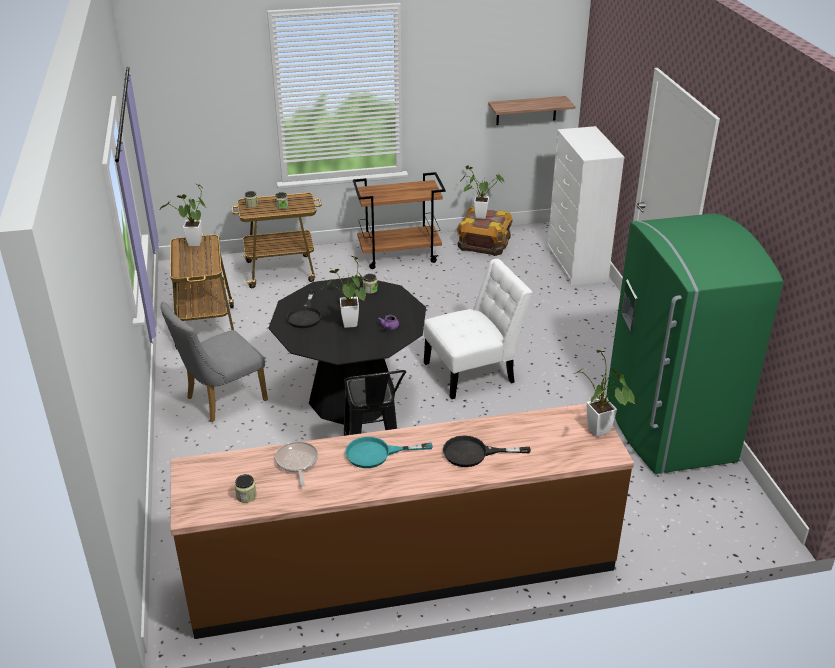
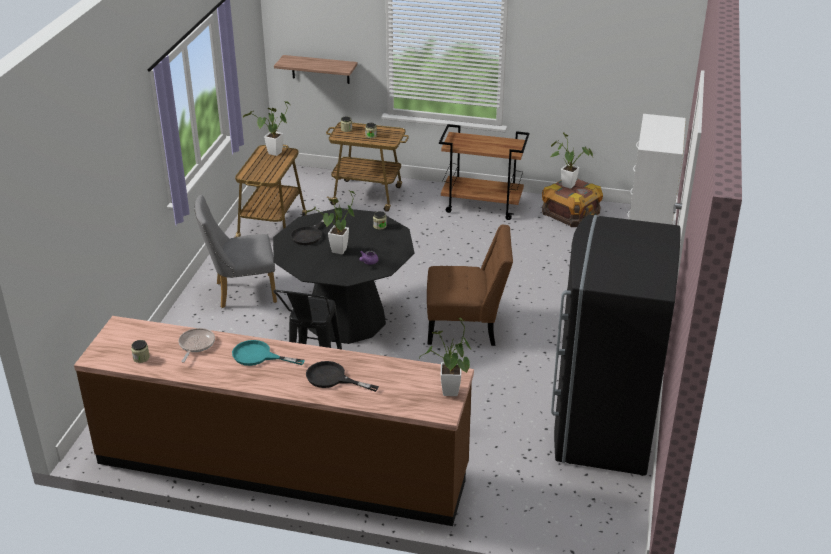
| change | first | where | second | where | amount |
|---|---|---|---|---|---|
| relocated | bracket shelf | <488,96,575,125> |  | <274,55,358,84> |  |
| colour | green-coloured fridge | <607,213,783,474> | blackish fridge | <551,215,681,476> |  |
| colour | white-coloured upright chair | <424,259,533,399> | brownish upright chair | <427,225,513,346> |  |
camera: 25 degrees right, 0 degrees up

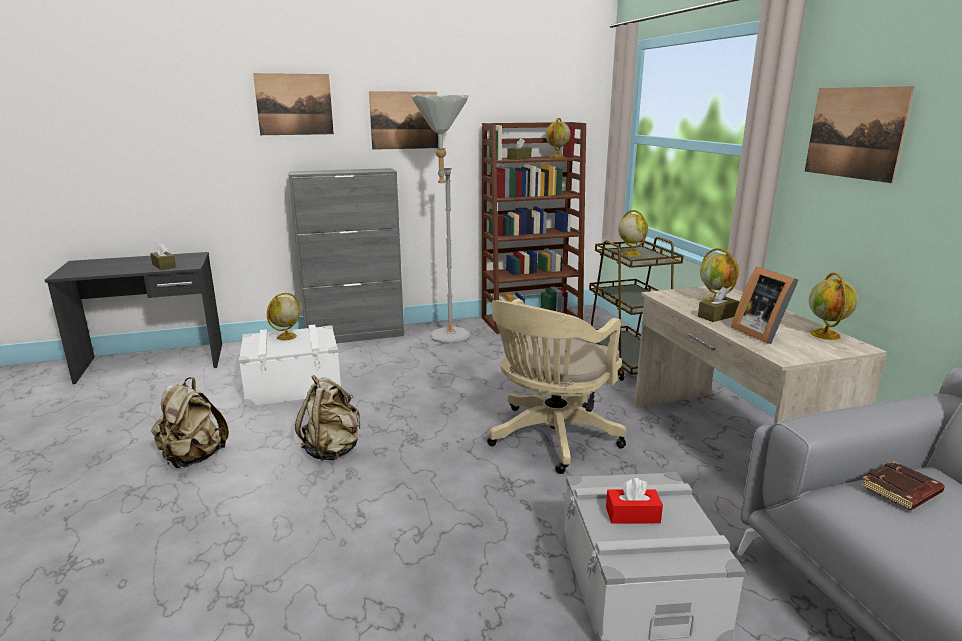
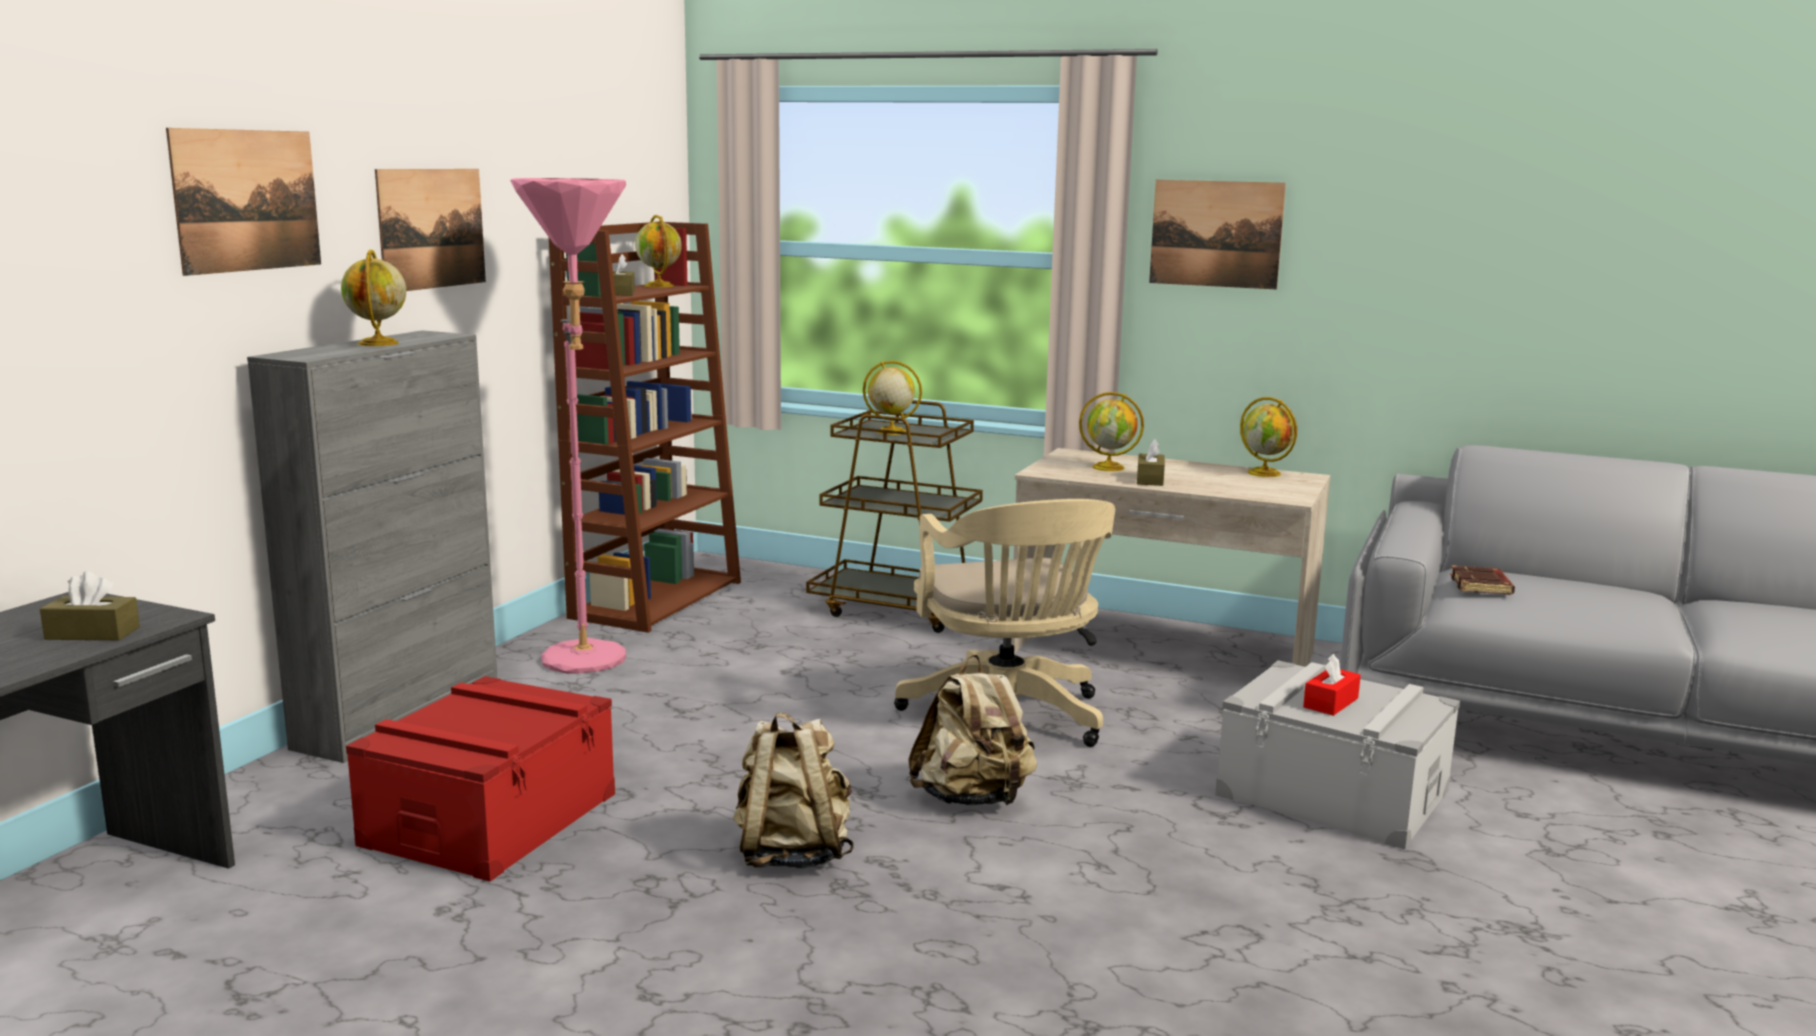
| change | first | where | second | where | amount |
|---|---|---|---|---|---|
| colour | greyish floor lamp | <411,95,471,344> | pink-coloured floor lamp | <510,178,626,674> |  |
| missing | photo frame | <731,267,799,344> |  |  |  |
| relocated | globe | <267,293,300,341> |  | <341,249,406,346> |  |
| colour | white-coloured storage bin | <239,325,341,407> | red-coloured storage bin | <346,676,615,882> |  |
| relocated | beige knapsack | <151,377,229,468> |  | <908,654,1037,805> |  |
camera: 50 degrees left, 5 degrees down

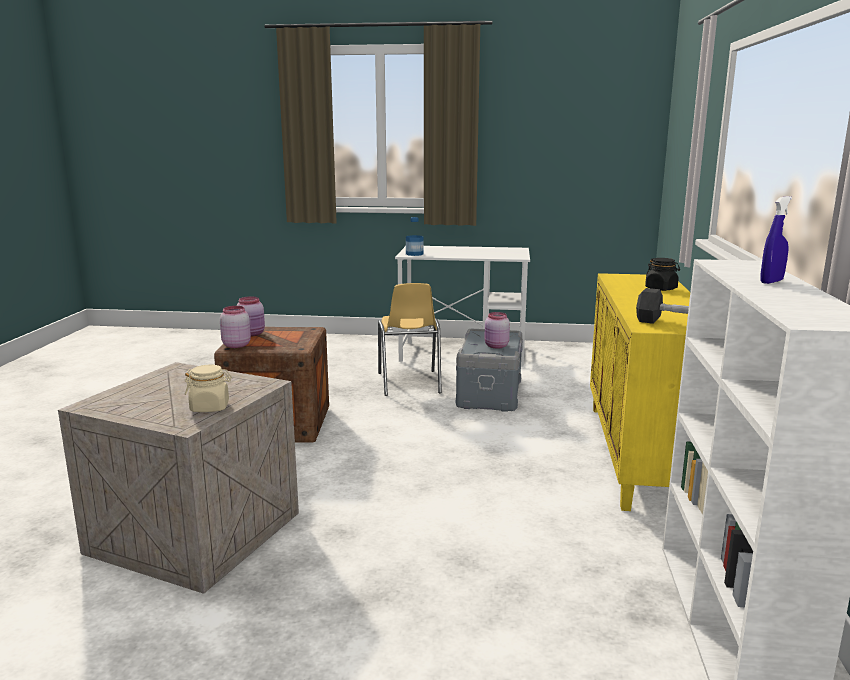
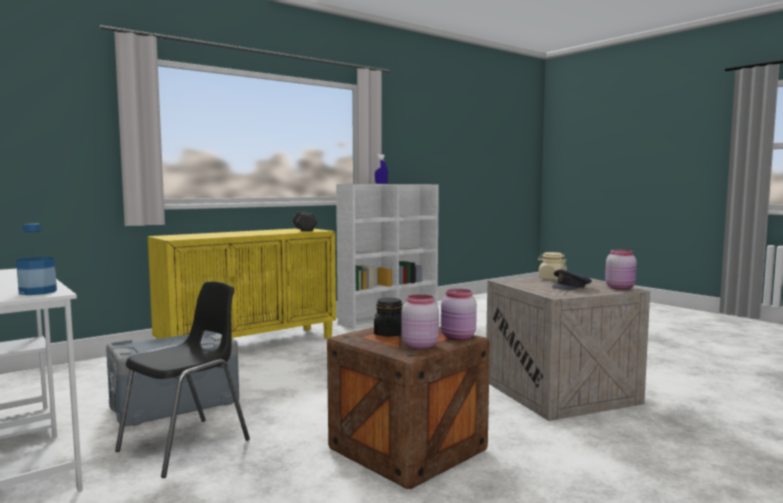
| change | first | where | second | where | amount |
|---|---|---|---|---|---|
| relocated | blackish preserve jar | <645,258,680,291> |  | <374,298,403,336> |  |
| colour | yellow upright chair | <378,283,442,396> | blackish upright chair | <115,281,250,478> |  |
| relocated | pink-coloured preserve jar | <484,312,510,349> |  | <605,249,637,290> |  |
| appeared |  |  | greyish peaked cap | <552,269,592,290> |  |
camera: 135 degrees left, 10 degrees down

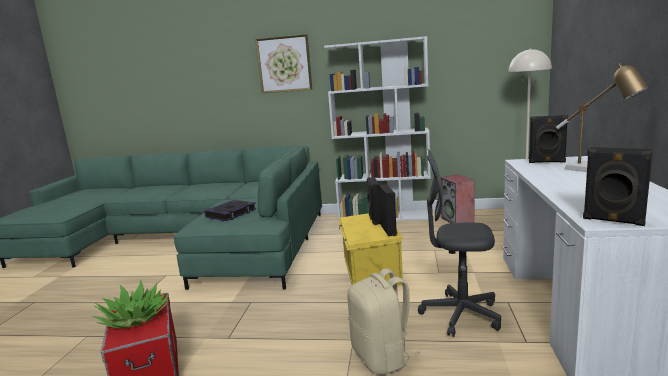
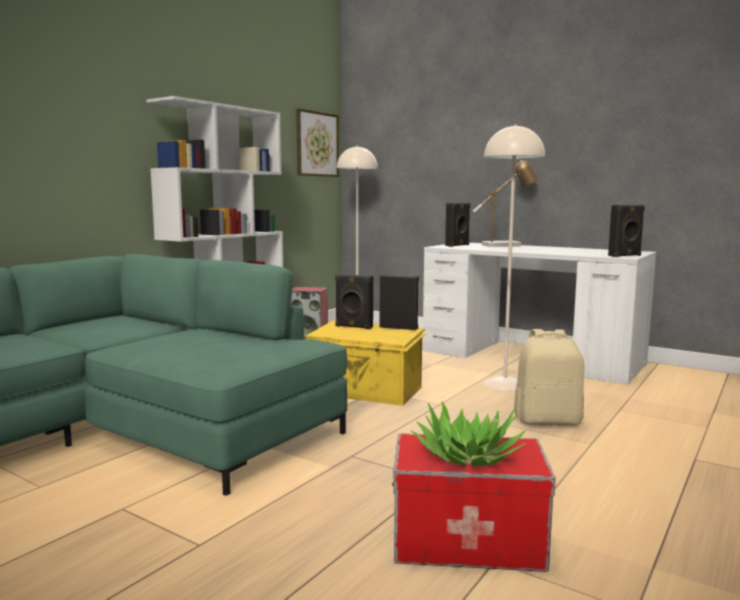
| change | first | where | second | where | amount |
|---|---|---|---|---|---|
| relocated | picture | <255,34,312,93> |  | <296,108,339,177> |  |
| exchanged | greyish office chair | <418,149,501,337> | beige floor lamp | <484,124,545,391> |  |
| missing | book | <204,200,256,221> |  |  |  |
camera: 65 degrees left, 5 degrees down

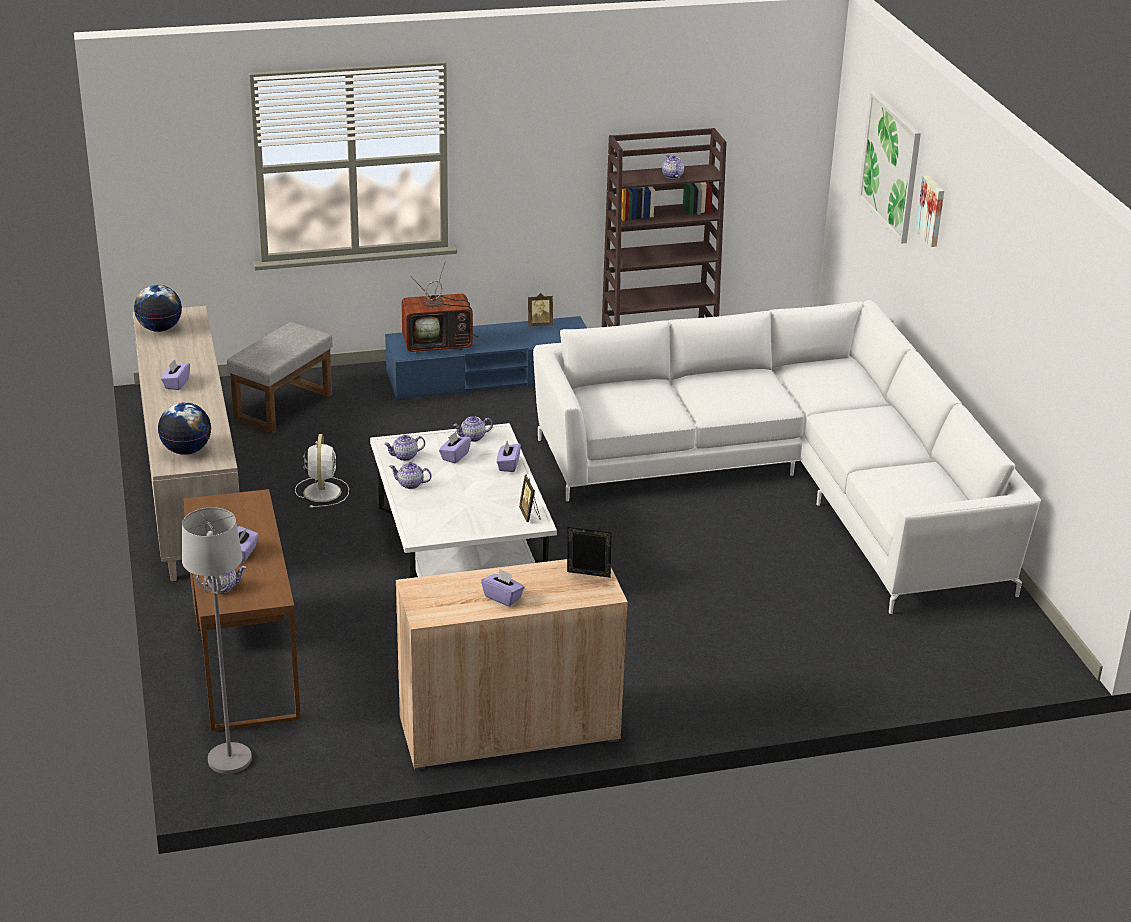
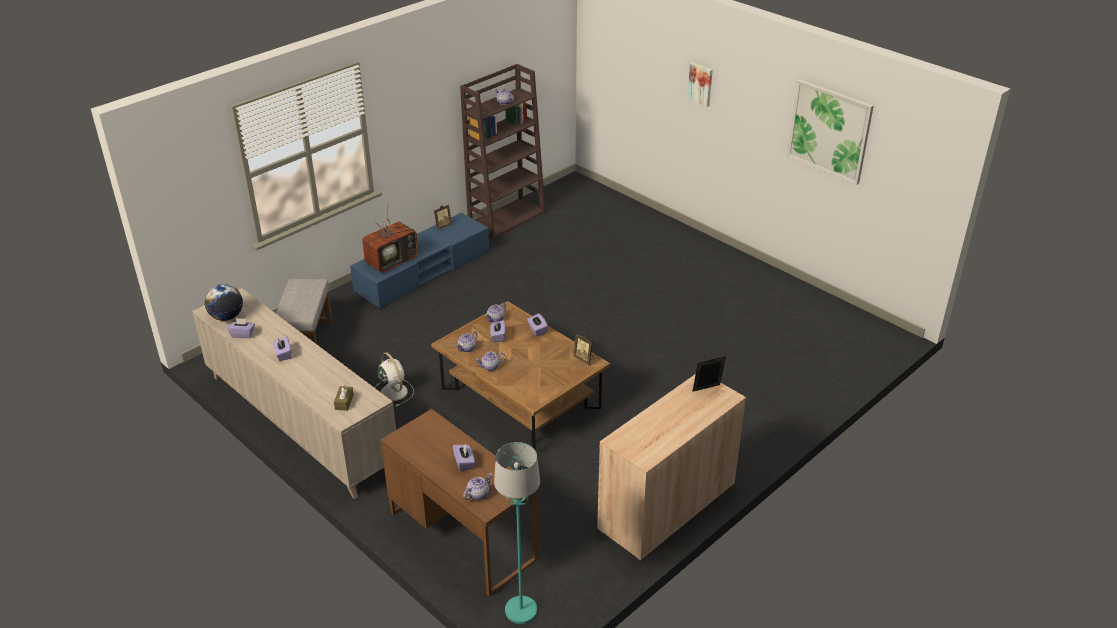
| change | first | where | second | where | amount |
|---|---|---|---|---|---|
| relocated | picture | <858,91,921,244> |  | <787,79,874,185> |  |
| missing | white-coloured sofa | <533,300,1040,614> |  |  |  |
| exchanged | globe | <158,402,211,455> | brownish tissue box | <334,385,354,411> |  |
| colour | white-coloured lounge table | <370,423,557,578> | brownish lounge table | <431,301,610,449> |  |
| colour | greyish floor lamp | <182,507,252,774> | turquoise floor lamp | <494,442,540,624> |  |
| relocated | purplish tissue box | <481,569,525,607> |  | <227,318,255,338> |  |
camera: 30 degrees left, 5 degrees up

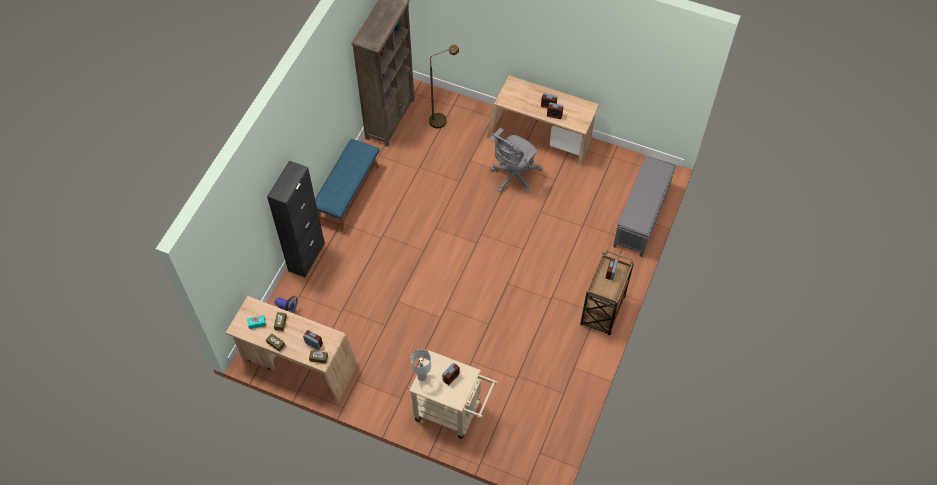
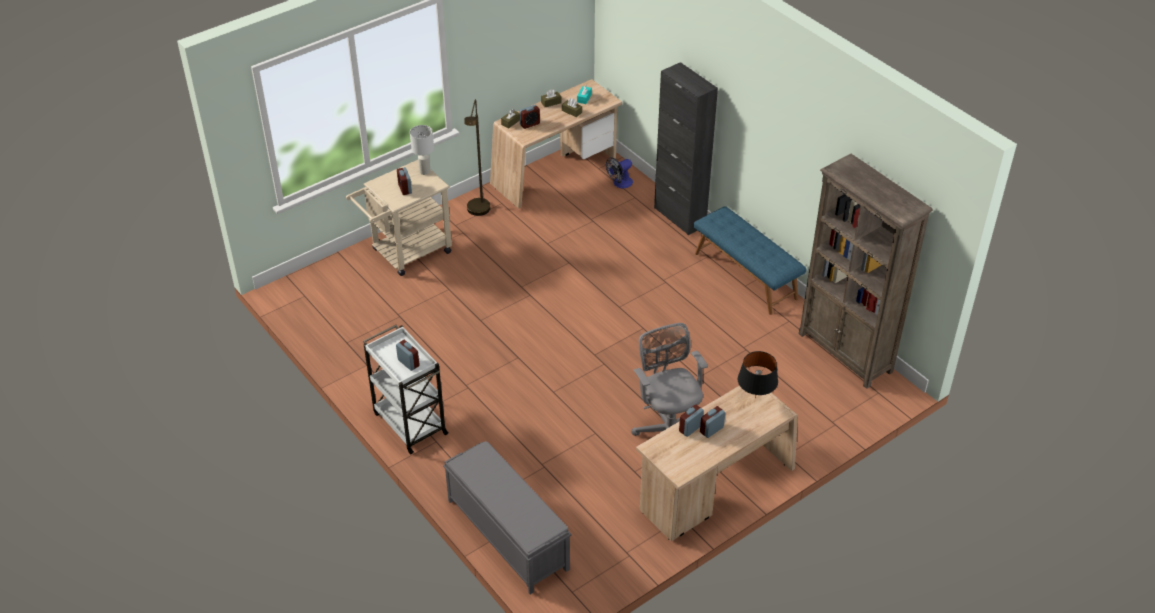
| change | first | where | second | where | amount |
|---|---|---|---|---|---|
| relocated | brownish floor lamp | <429,45,459,128> |  | <464,99,490,216> |  |
| colour | brownish cart | <580,250,634,335> | white-coloured cart | <363,325,449,454> |  |
| appeared |  |  | blackish tabletop lamp | <738,351,778,399> |  |
camera: 120 degrees right, 15 degrees down

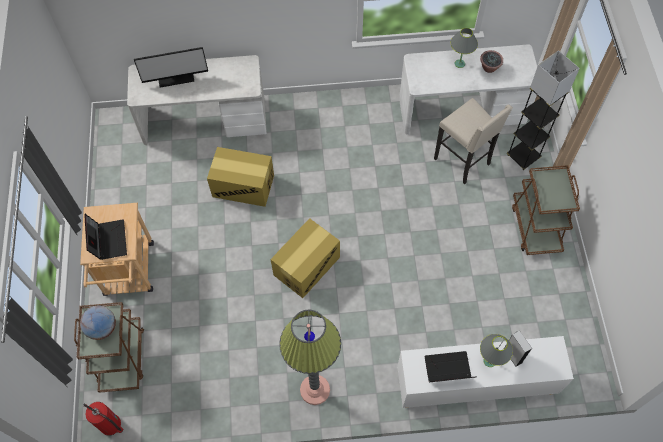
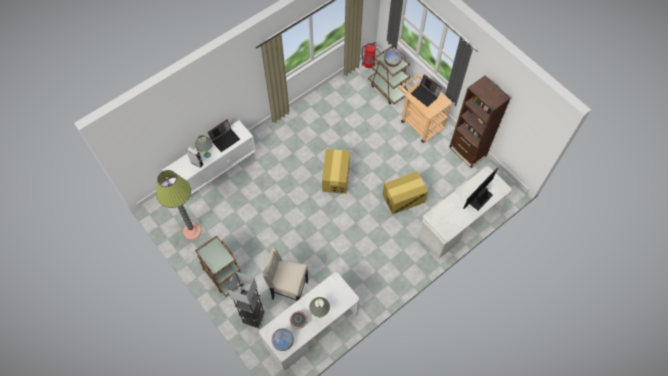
| change | first | where | second | where | amount |
|---|---|---|---|---|---|
| relocated | floor lamp | <279,310,341,405> |  | <156,170,201,240> |  |
| appeared |  |  | brownish shelving unit | <449,75,511,168> |  |
| appeared |  |  | globe | <272,328,294,351> |  |
camera: 145 degrees right, 0 degrees up

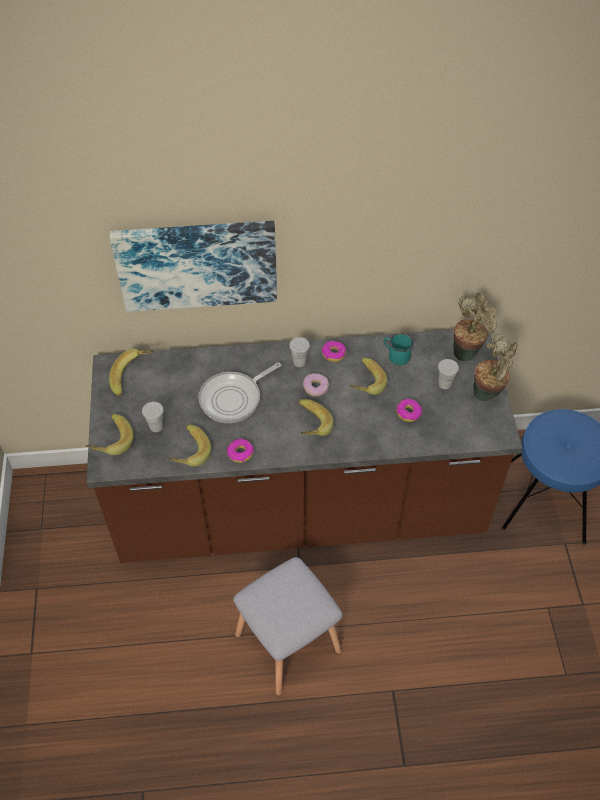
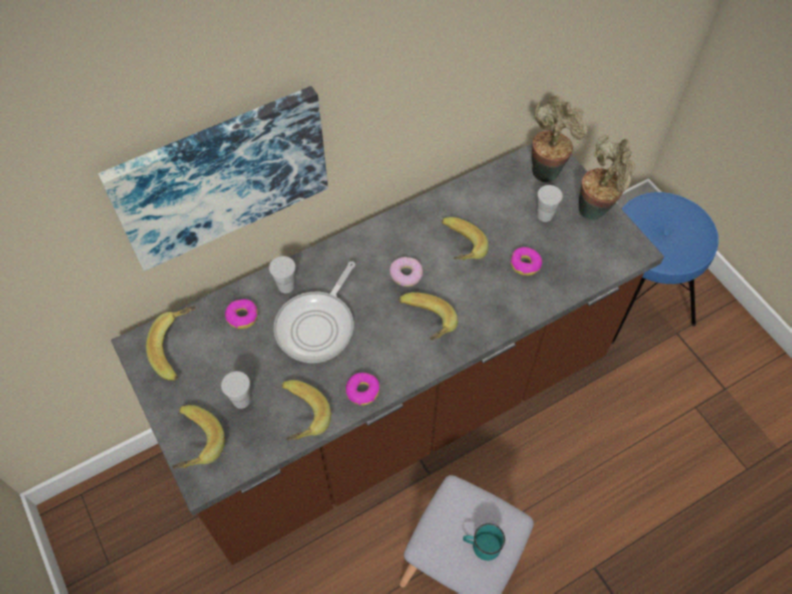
| change | first | where | second | where | amount |
|---|---|---|---|---|---|
| relocated | turquoise coffee mug | <384,333,413,365> |  | <463,523,505,561> |  |
| relocated | white-coloured drinking cup | <289,337,310,367> |  | <269,256,296,293> |  |
| relocated | ring doughnut | <321,341,346,362> |  | <225,299,258,329> |  |
camera: 25 degrees left, 5 degrees up

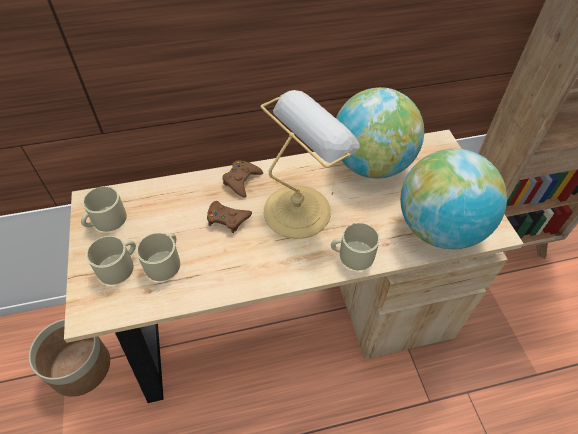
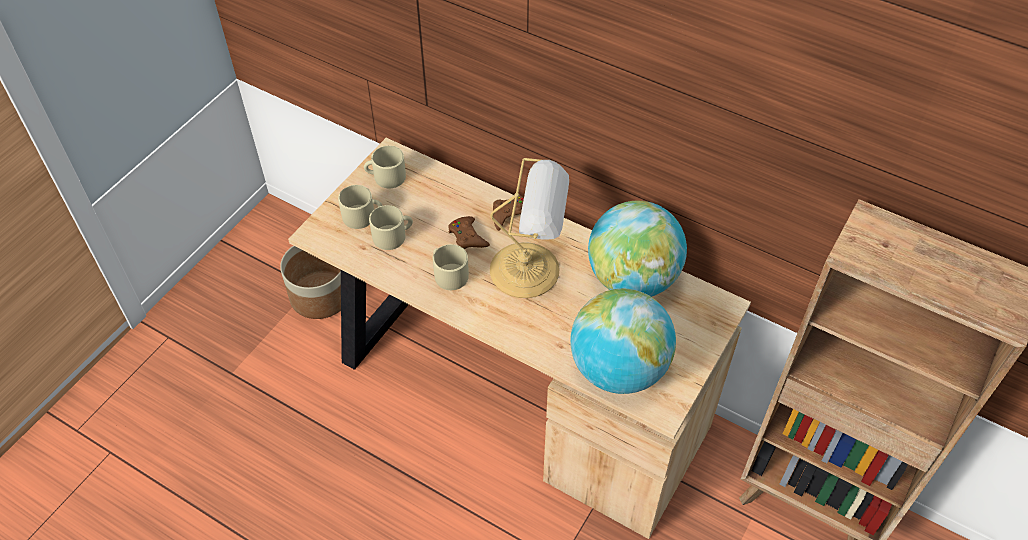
| change | first | where | second | where | amount |
|---|---|---|---|---|---|
| relocated | beige coffee mug | <331,223,380,270> |  | <433,244,469,290> |  |
camera: 45 degrees right, 0 degrees up

